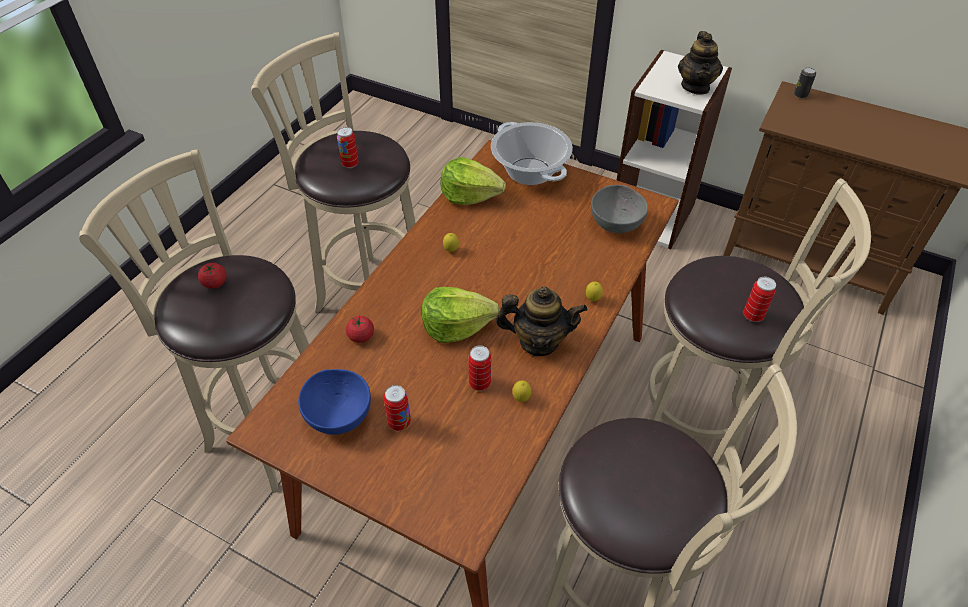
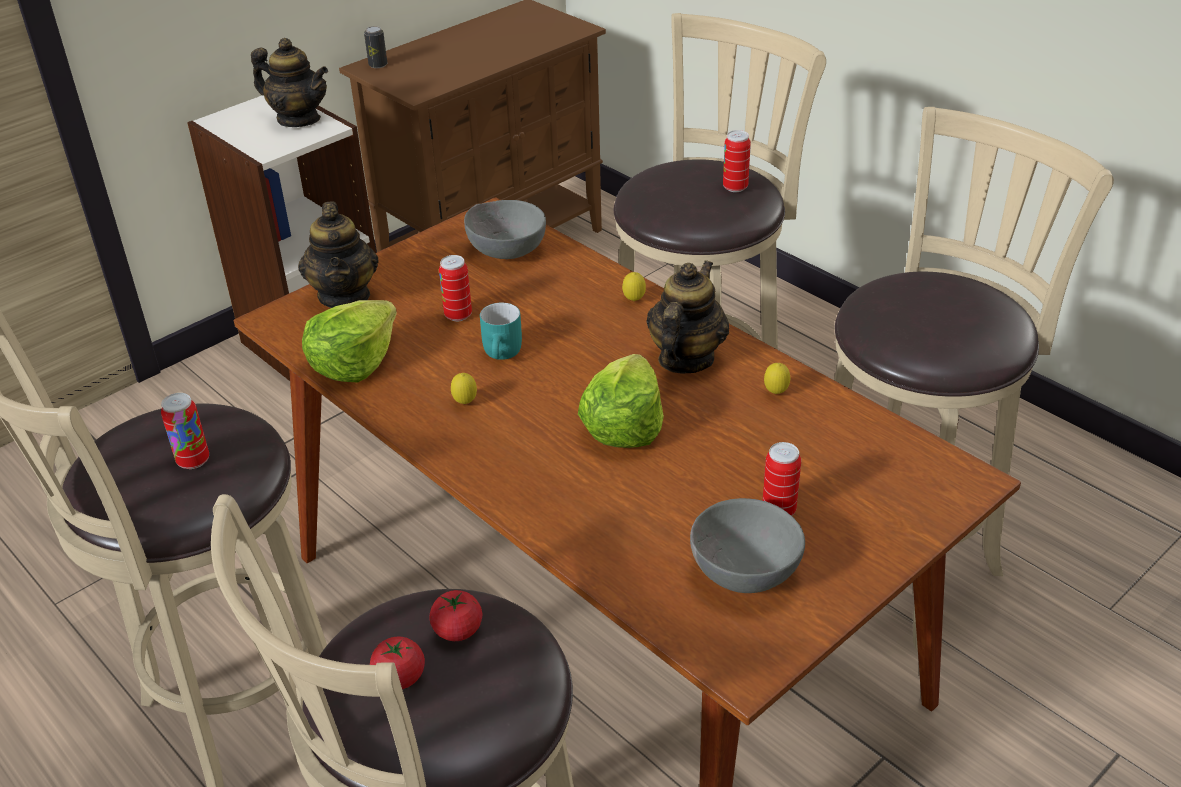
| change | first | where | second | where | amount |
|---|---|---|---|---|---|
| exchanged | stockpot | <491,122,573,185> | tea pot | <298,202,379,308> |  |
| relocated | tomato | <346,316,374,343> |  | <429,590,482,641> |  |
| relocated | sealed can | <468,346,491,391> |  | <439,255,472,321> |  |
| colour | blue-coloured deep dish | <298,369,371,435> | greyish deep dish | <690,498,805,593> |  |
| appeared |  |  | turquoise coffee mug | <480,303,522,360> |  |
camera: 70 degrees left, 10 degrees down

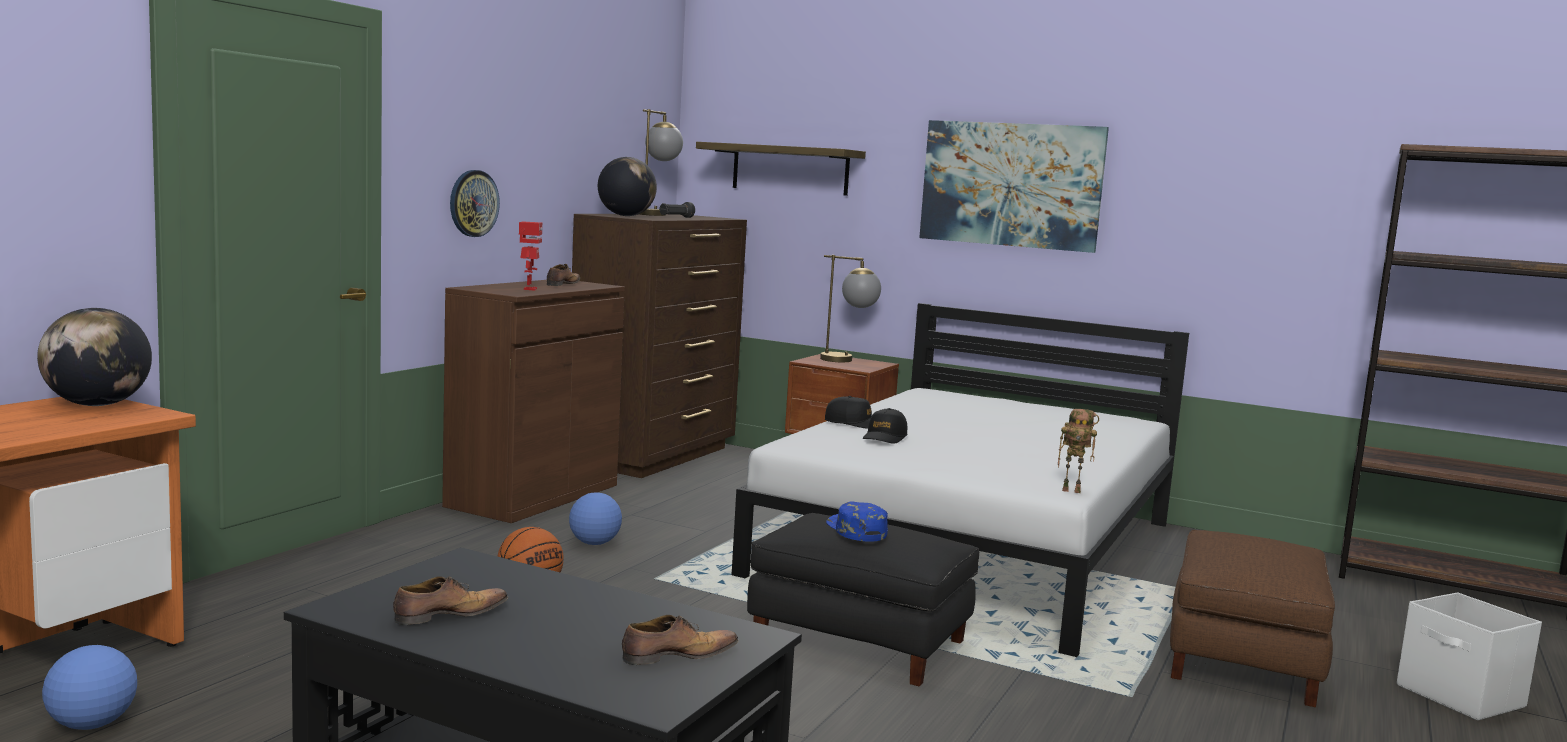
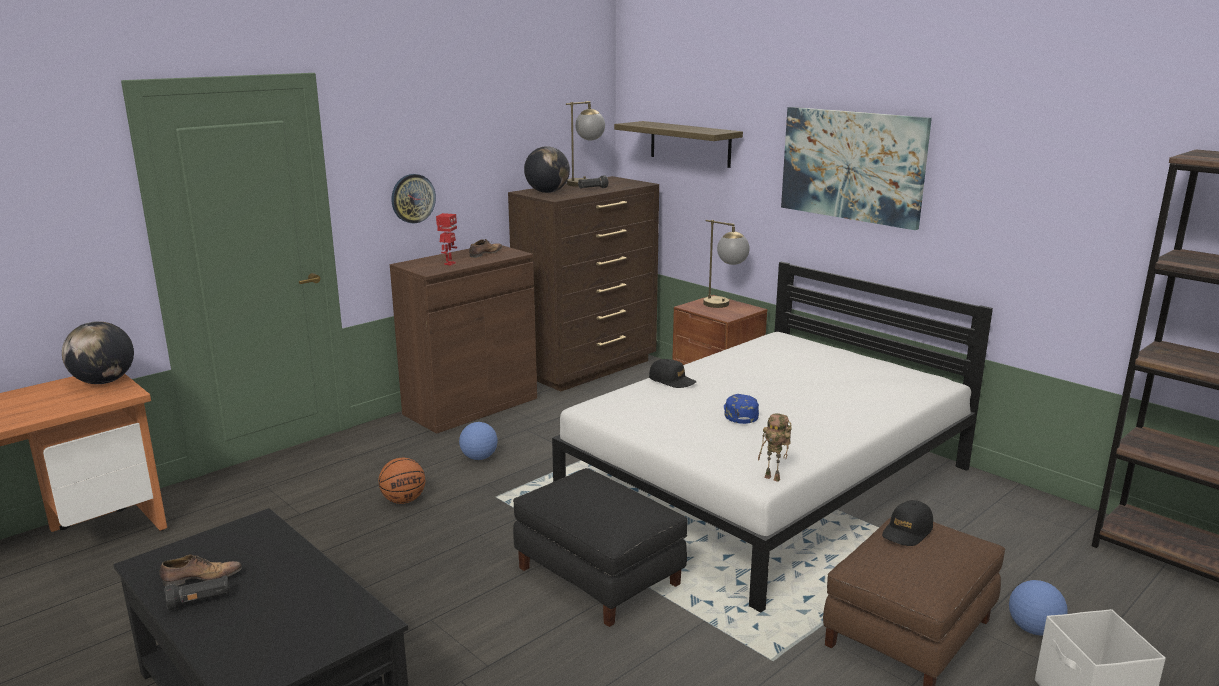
| change | first | where | second | where | amount |
|---|---|---|---|---|---|
| relocated | blackish peaked cap | <863,408,907,444> |  | <882,500,933,546> |  |
| relocated | blue-coloured peaked cap | <826,501,888,542> |  | <724,394,759,424> |  |
| missing | shoe | <622,615,739,665> |  |  |  |
| relocated | ball for football | <42,645,137,730> |  | <1009,580,1068,635> |  |
| appeared |  |  | blackish hand torch | <165,575,230,610> |  |
camera: 20 degrees right, 10 degrees up

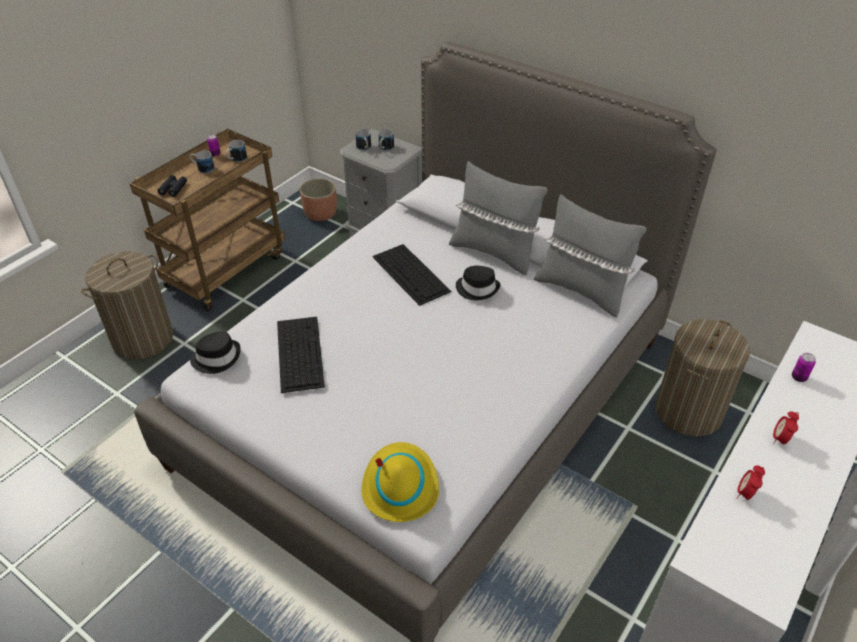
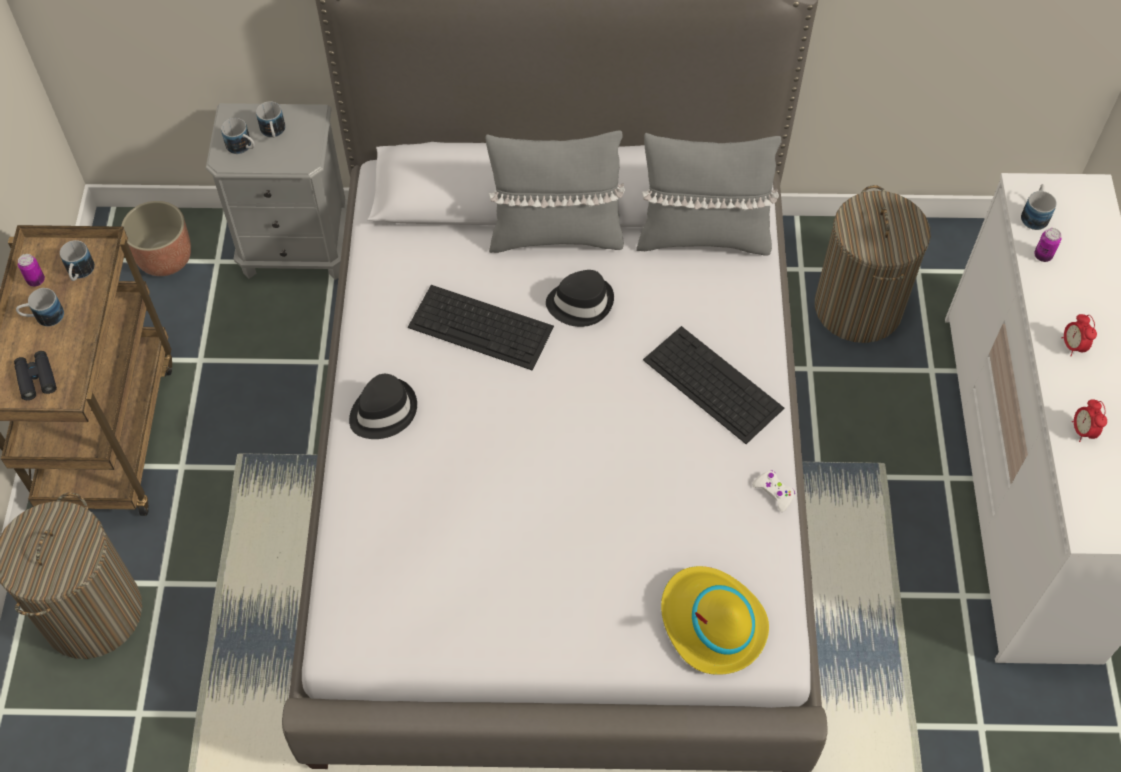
| change | first | where | second | where | amount |
|---|---|---|---|---|---|
| relocated | PC keyboard | <277,317,325,393> |  | <643,326,784,444> |  |
| relocated | blackish hat | <190,331,241,374> |  | <349,374,417,439> |  |
| appeared |  |  | coffee mug | <1021,184,1057,230> |  |
| appeared |  |  | white-coloured gamepad | <752,470,795,512> |  |
camera: 35 degrees left, 15 degrees up

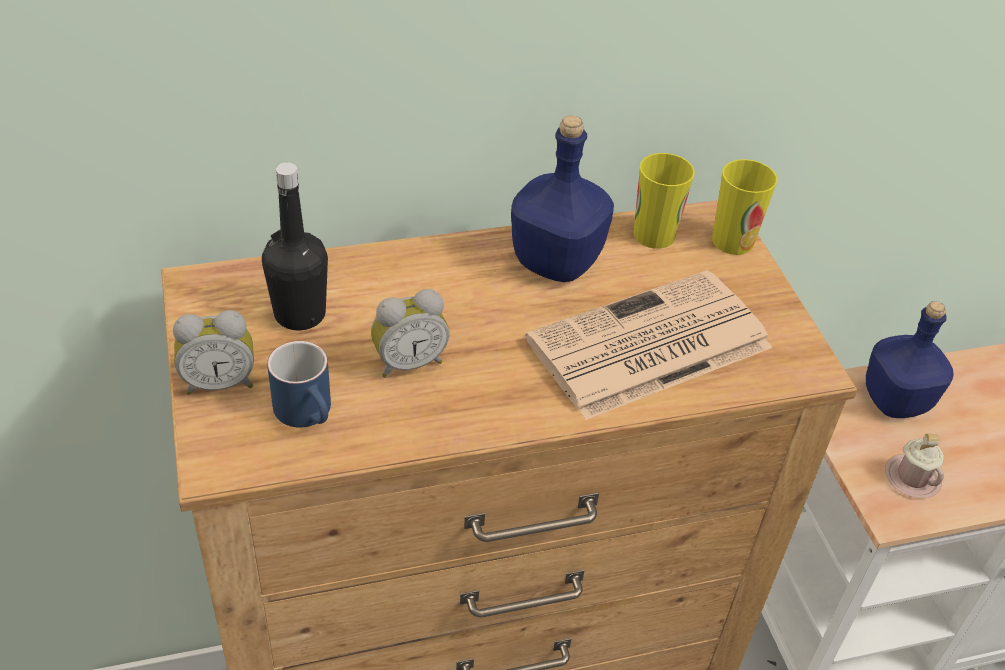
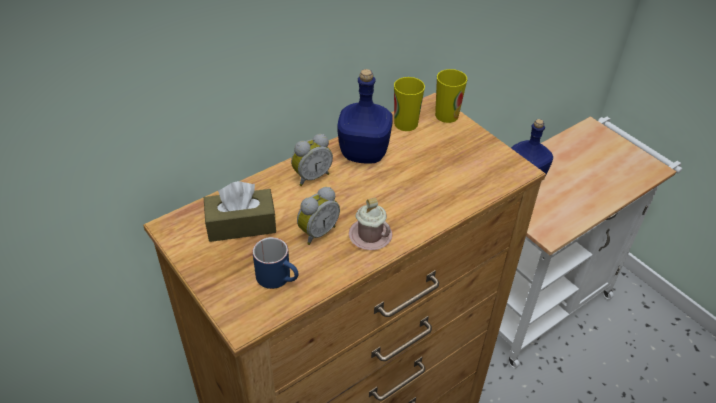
| change | first | where | second | where | amount |
|---|---|---|---|---|---|
| exchanged | blackish bottle | <262,162,328,331> | brownish tissue box | <204,181,276,242> |  |
| missing | daily paper | <525,270,772,420> |  |  |  |
| relocated | table clock | <173,310,254,395> |  | <291,134,333,186> |  |
| relocated | pink-coloured coffee mug | <885,434,944,498> |  | <349,198,392,250> |  |
camera: 20 degrees left, 0 degrees up

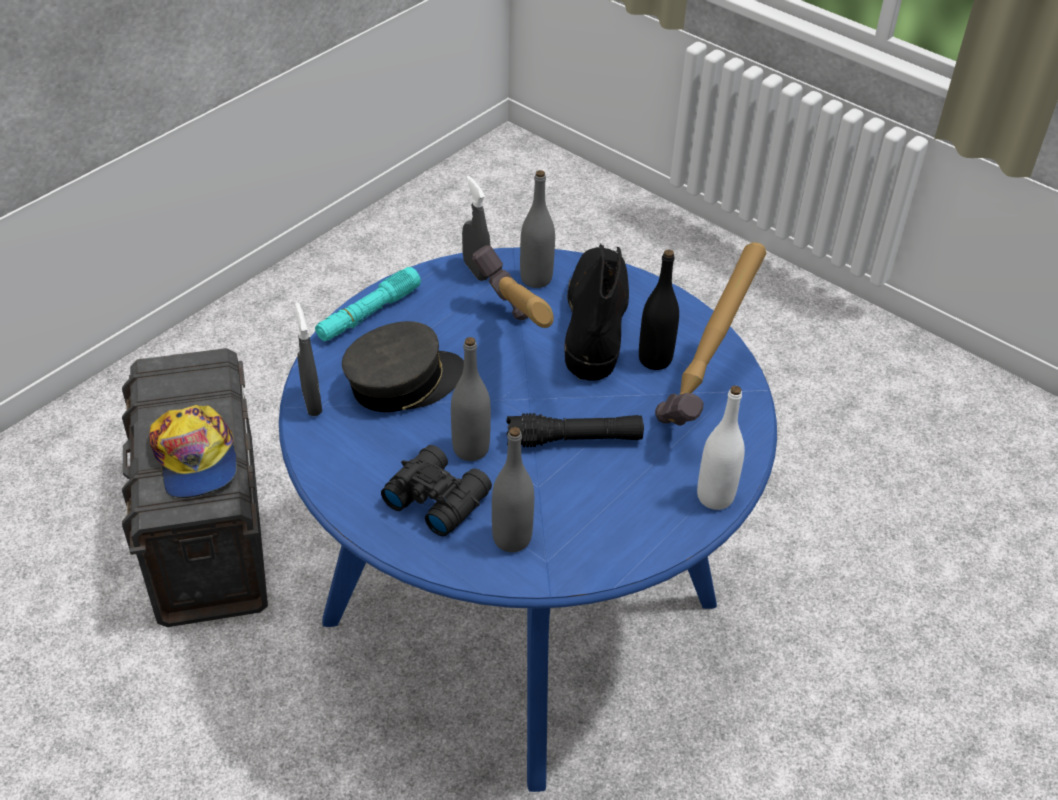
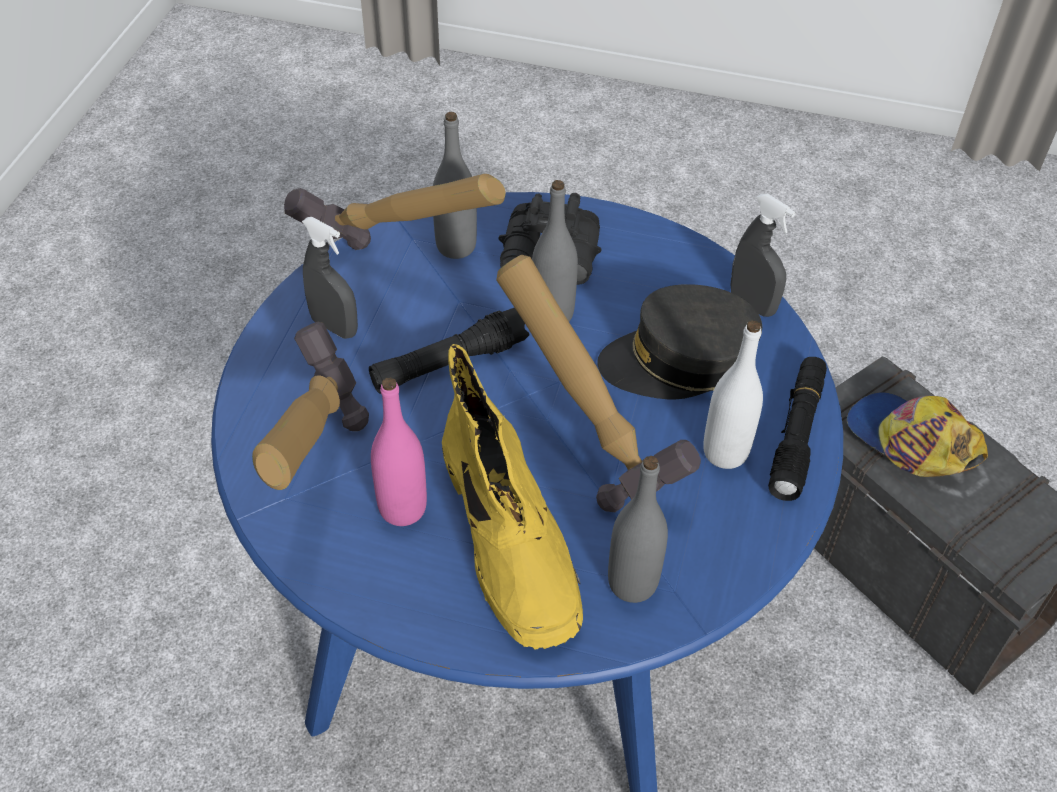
| change | first | where | second | where | amount |
|---|---|---|---|---|---|
| relocated | greyish spray bottle | <462,176,491,281> |  | <302,217,358,339> |  |
| colour | blackish high-top boot | <565,244,629,381> | yellow high-top boot | <442,344,583,650> |  |
| colour | blackish bottle | <639,249,679,370> | pink-coloured bottle | <371,377,427,526> |  |
| colour | turquoise hand torch | <315,267,421,341> | blackish hand torch | <768,357,827,501> |  |
| spun | greyish peaked cap | <342,321,464,412> |  | <597,284,762,400> | 45 degrees clockwise |
| relocated | white-coloured bottle | <697,386,745,510> |  | <703,320,763,469> |  |
| appeared |  |  | hand hammer | <284,174,506,250> |  |
camera: 155 degrees right, 5 degrees up

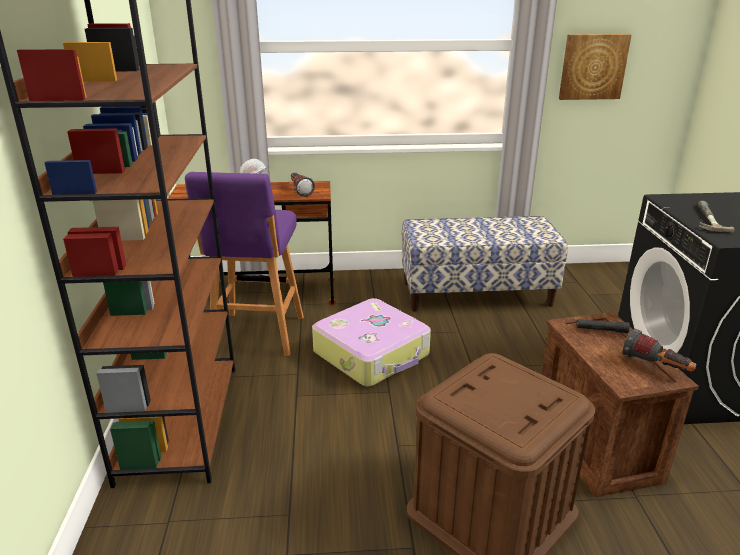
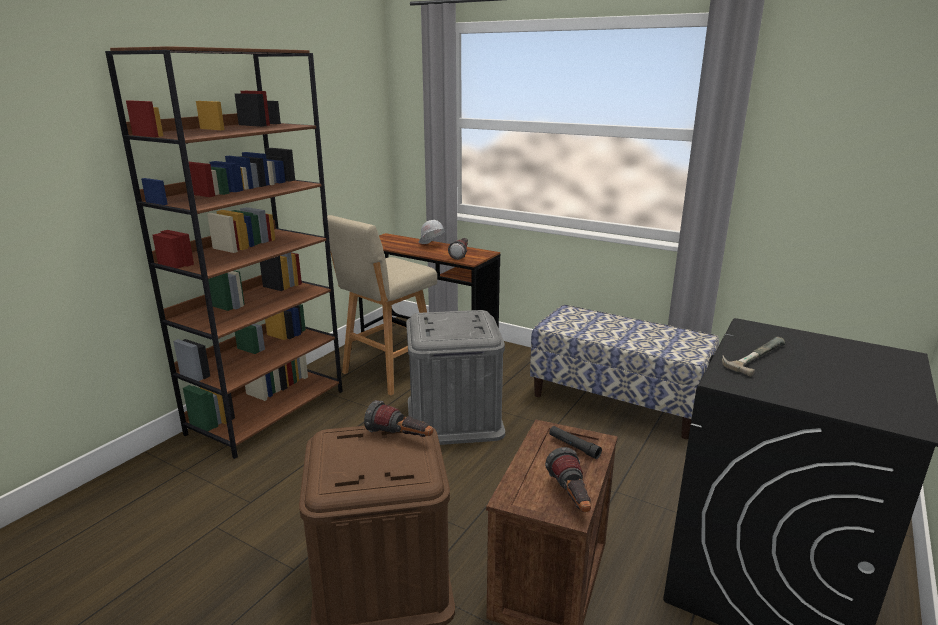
| change | first | where | second | where | amount |
|---|---|---|---|---|---|
| missing | picture | <559,34,632,100> |  |  |  |
| colour | purplish stool seat | <185,172,304,356> | beige stool seat | <322,215,437,395> |  |
| exchanged | piece of luggage | <312,298,431,387> | greyish storage bin | <406,310,505,445> |  |
| appeared |  |  | hand torch | <364,400,433,437> |  |
camera: 35 degrees right, 5 degrees down

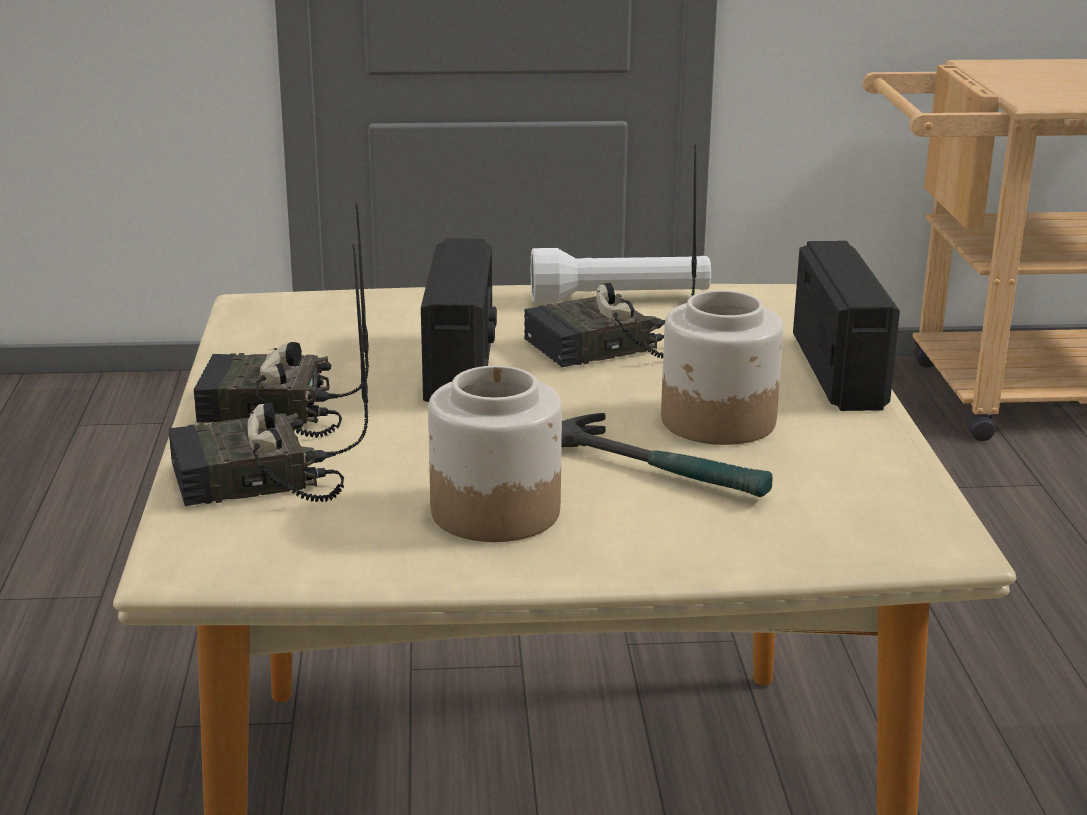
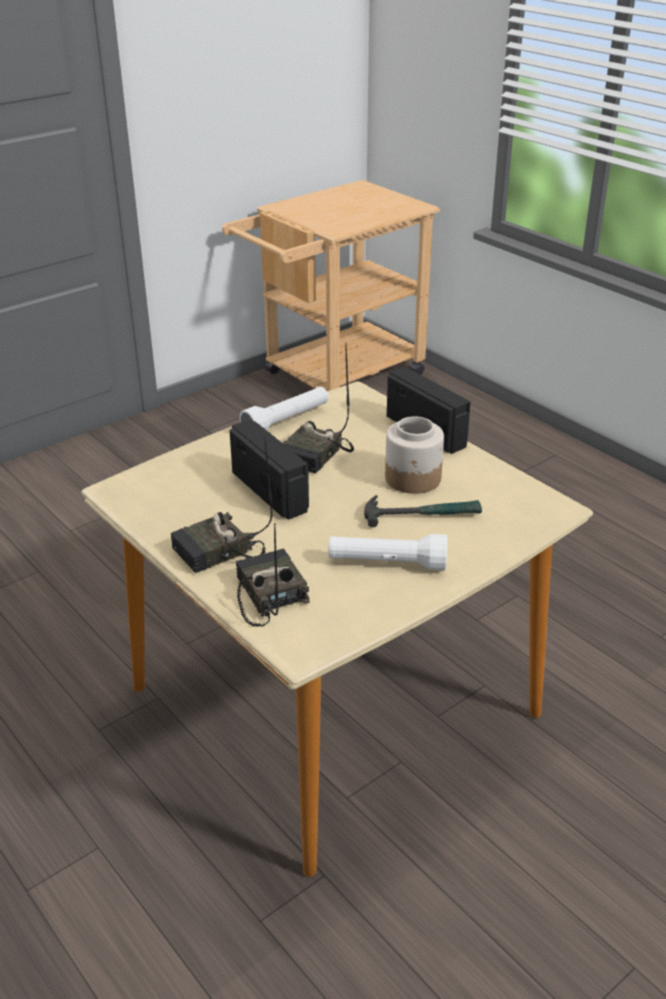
| change | first | where | second | where | amount |
|---|---|---|---|---|---|
| spun | radio | <169,244,368,506> |  | <236,523,309,627> | 120 degrees clockwise |
| exchanged | preserve jar | <428,366,562,542> | white-coloured hand torch | <329,534,447,570> |  |
camera: 35 degrees left, 10 degrees up

